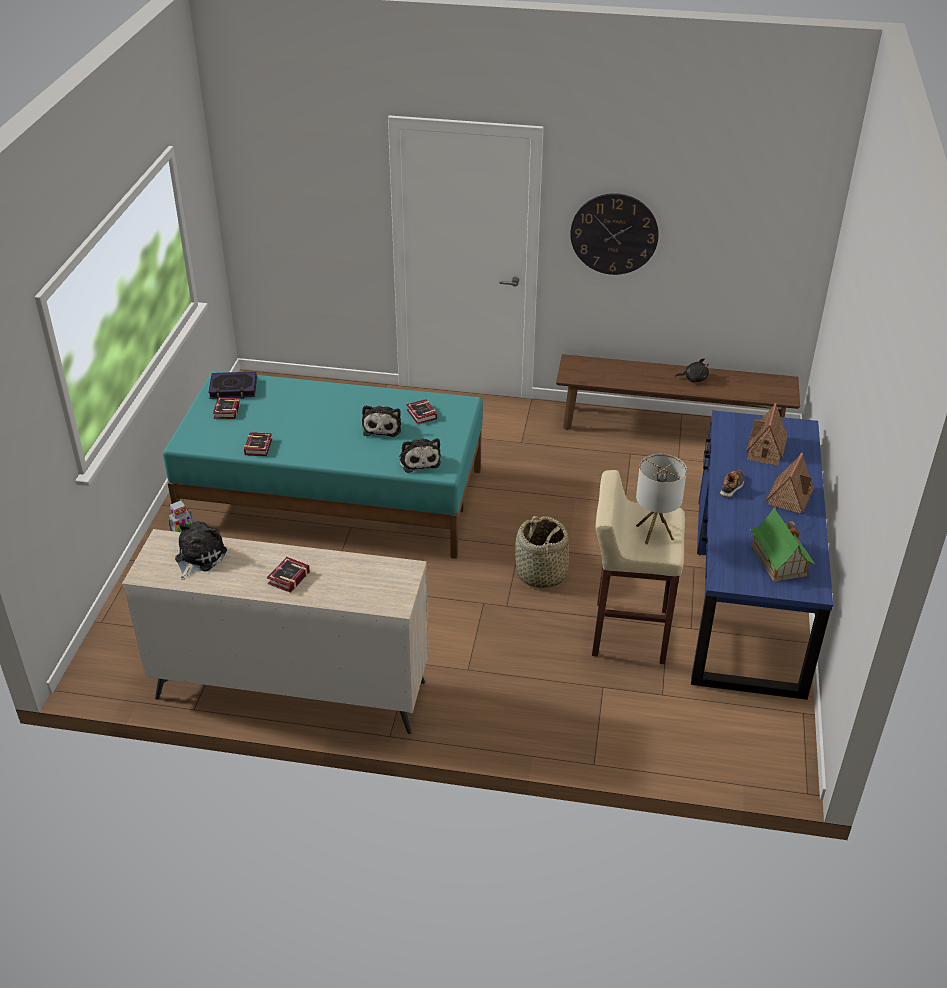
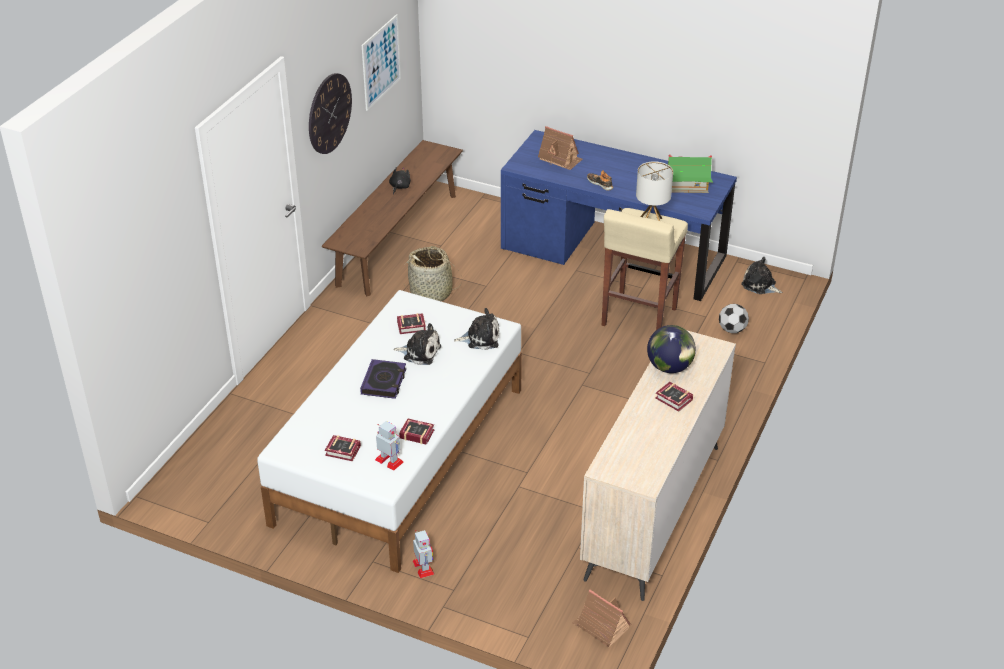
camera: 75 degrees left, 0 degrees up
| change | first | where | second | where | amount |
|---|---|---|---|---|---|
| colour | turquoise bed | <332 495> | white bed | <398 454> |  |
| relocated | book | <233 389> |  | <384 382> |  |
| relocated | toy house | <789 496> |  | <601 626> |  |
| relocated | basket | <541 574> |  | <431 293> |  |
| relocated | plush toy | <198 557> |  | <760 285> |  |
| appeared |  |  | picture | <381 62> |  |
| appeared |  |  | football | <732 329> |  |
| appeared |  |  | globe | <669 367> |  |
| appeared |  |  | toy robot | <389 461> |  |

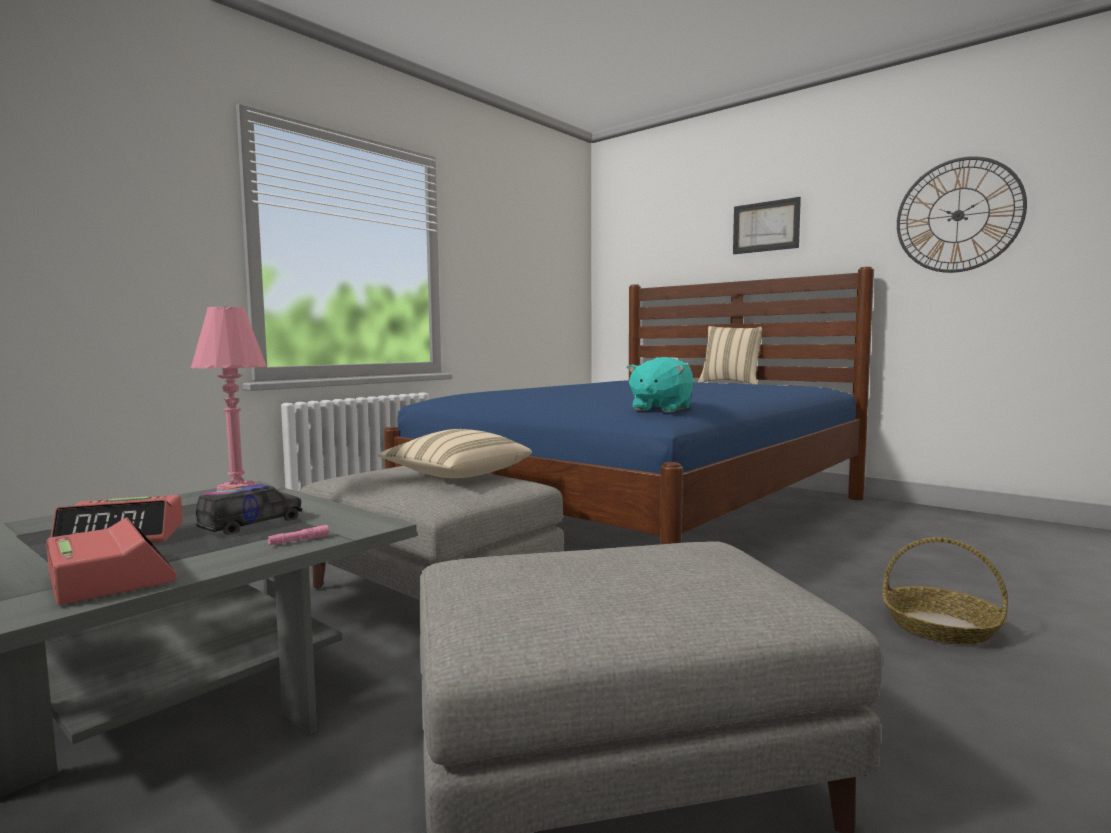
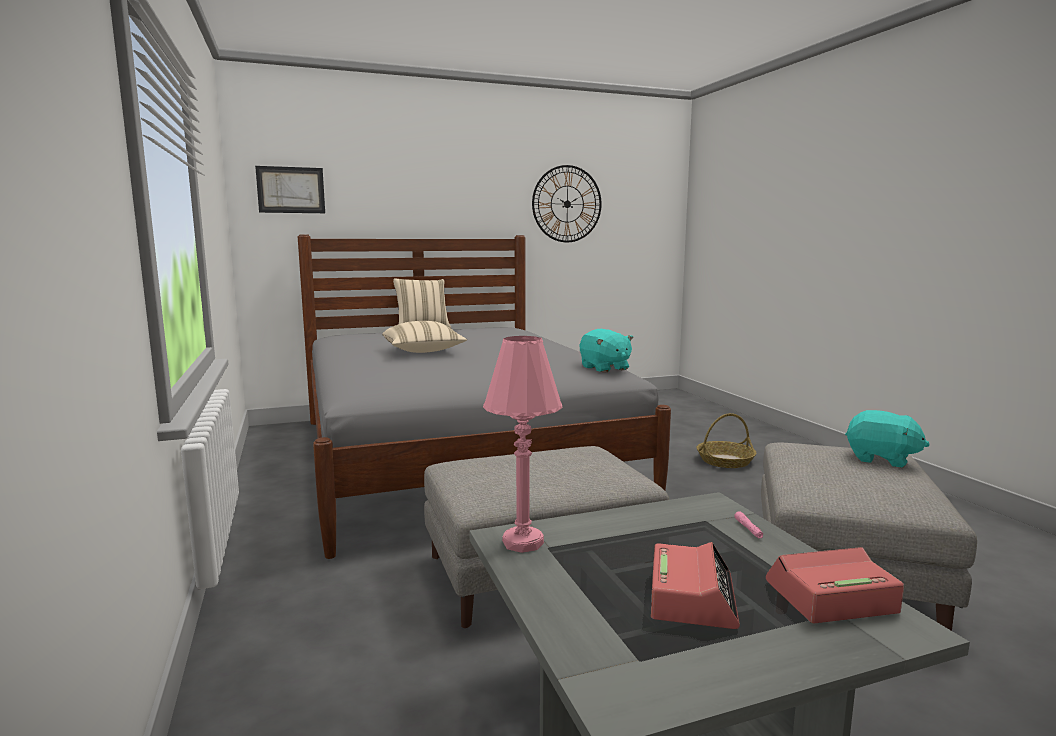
camera: 60 degrees left, 5 degrees up
| change | first | where | second | where | amount |
|---|---|---|---|---|---|
| relocated | picture | <766 226> |  | <291 190> |  |
| colour | blue bed | <644 513> | grey bed | <455 457> |  |
| relocated | beige pillow | <456 476> |  | <423 352> |  |
| missing | toy truck | <251 524> |  |  |  |
| appeared |  |  | turquoise plush toy | <881 459> |  |

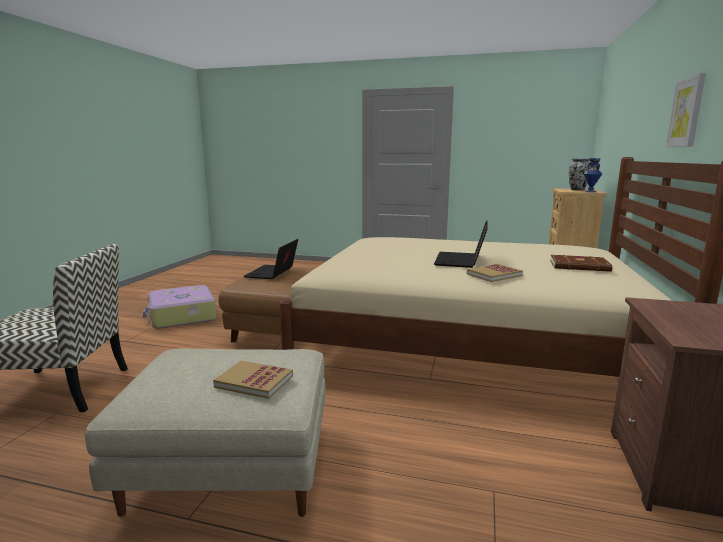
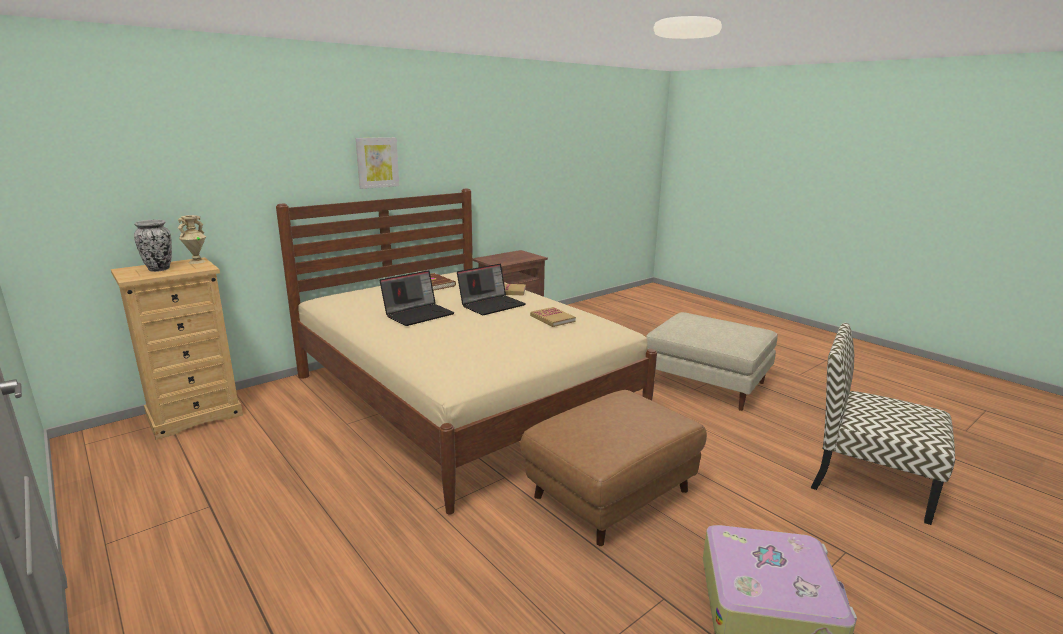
camera: 145 degrees left, 5 degrees up
| change | first | where | second | where | amount |
|---|---|---|---|---|---|
| colour | blue vase | <591 192> | beige vase | <197 261> |  |
| relocated | laptop | <272 273> |  | <419 314> |  |
| relocated | book | <254 381> |  | <552 319> |  |

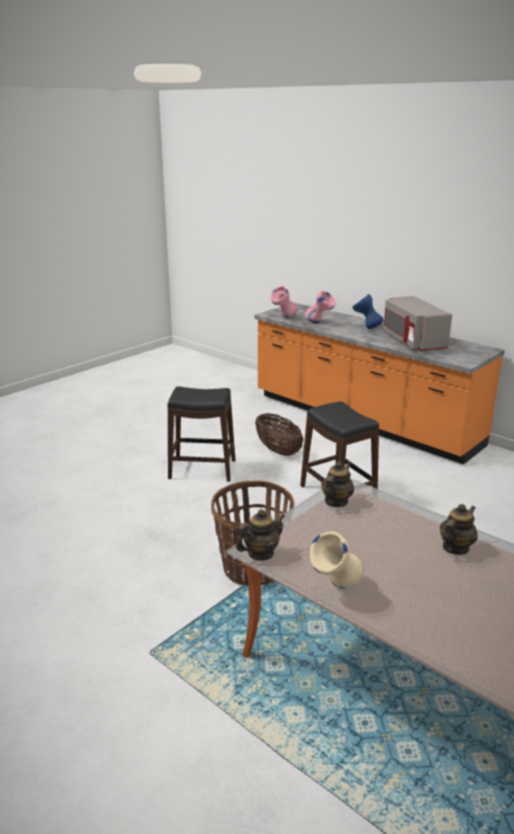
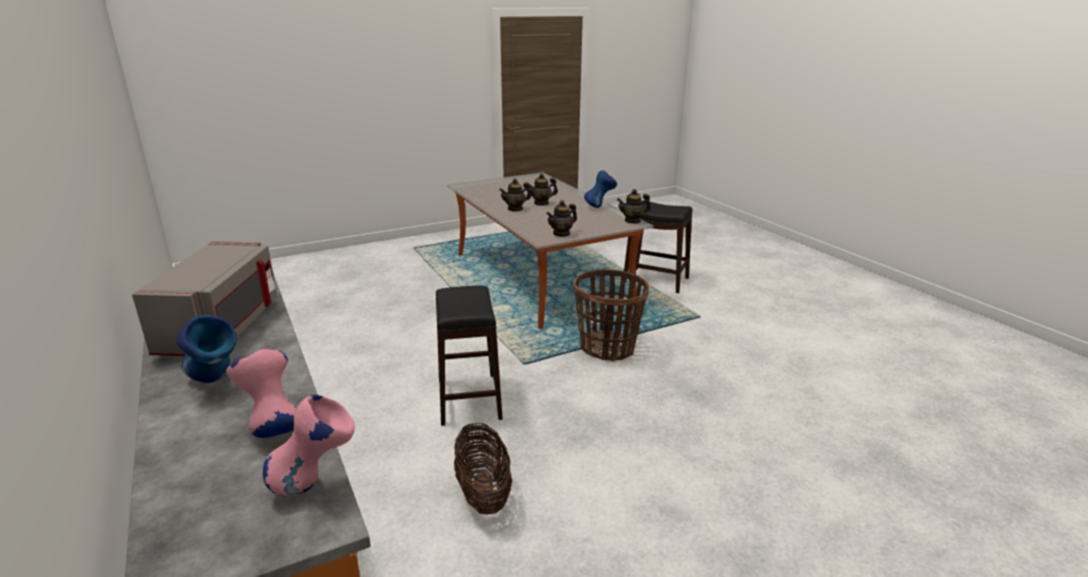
camera: 160 degrees left, 0 degrees up
| change | first | where | second | where | amount |
|---|---|---|---|---|---|
| relocated | black stool | <202 469> |  | <655 280> |  |
| colour | beige vase | <335 588> | blue vase | <600 206> |  |
| appeared |  |  | teapot | <541 203> |  |

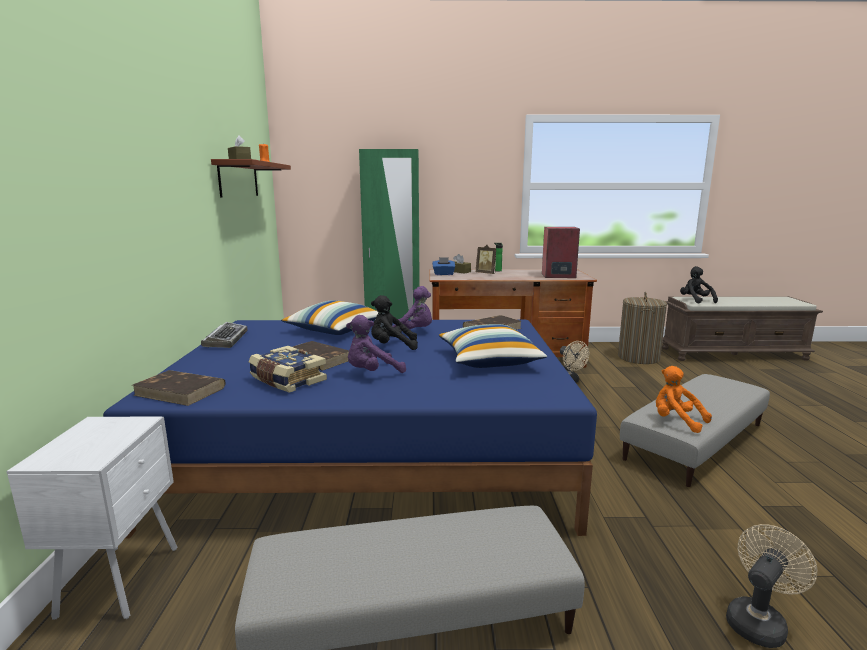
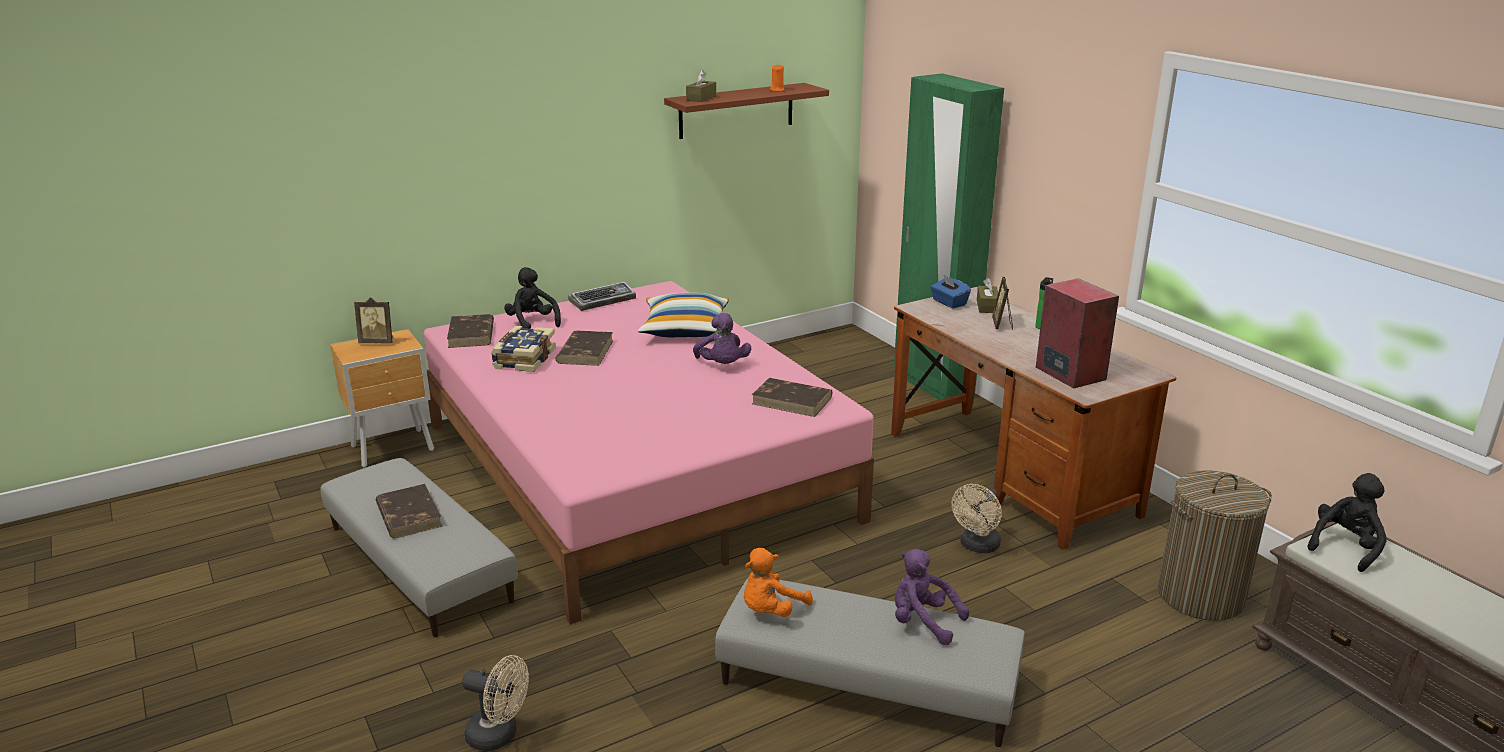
camera: 60 degrees right, 10 degrees up
| change | first | where | second | where | amount |
|---|---|---|---|---|---|
| relocated | black plush toy | <392 347> |  | <532 323> |  |
| relocated | purple plush toy | <372 373> |  | <923 622> |  |
| colour | blue bed | <372 449> | pink bed | <635 470> |  |
| missing | pillow | <488 360> |  |  |  |
| spun | orange plush toy | <676 421> |  | <771 610> | 150 degrees counterclockwise |
| colour | white nightstand | <123 579> | brown nightstand | <395 449> |  |
| appeared |  |  | picture frame | <378 342> |  |
| appeared |  |  | brown book | <408 515> |  |

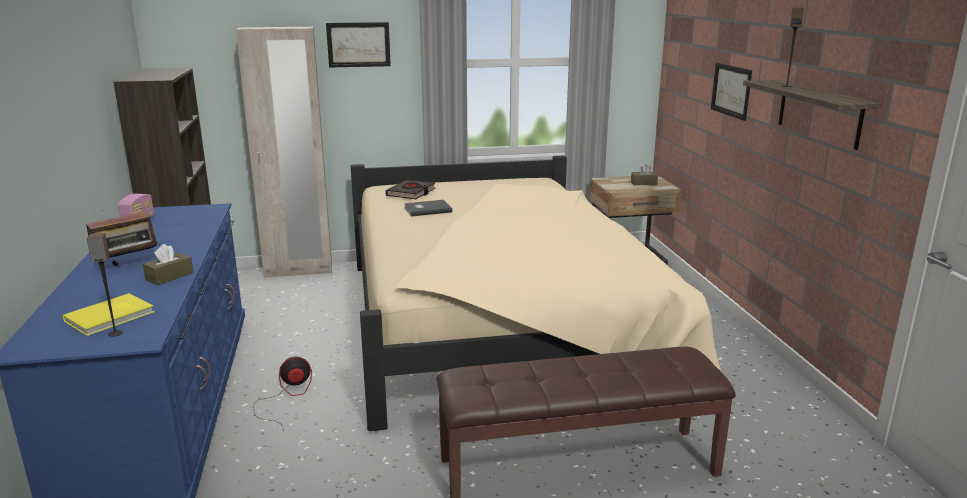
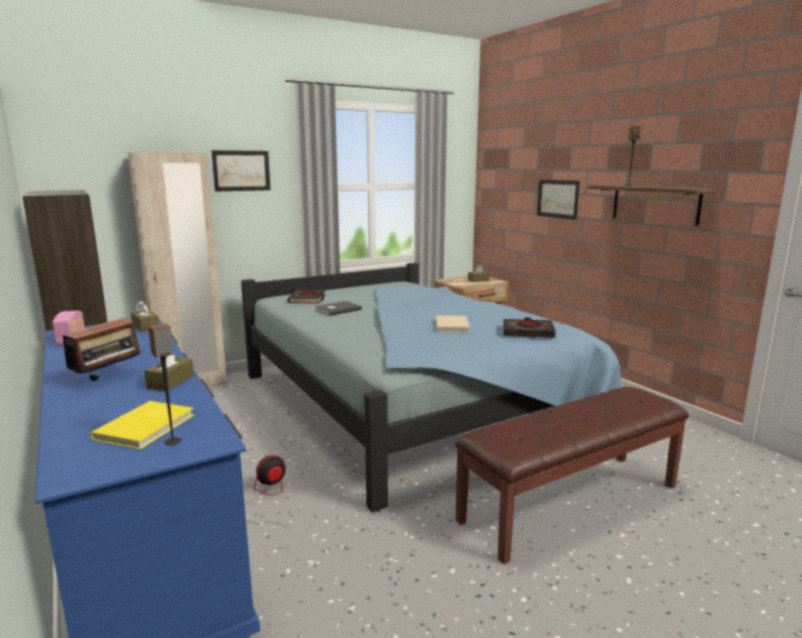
camera: 20 degrees left, 5 degrees down
| change | first | where | second | where | amount |
|---|---|---|---|---|---|
| colour | beige bed | <501 325> | blue bed | <413 404> |  |
| appeared |  |  | brown tissue box | <145 327> |  |
| appeared |  |  | beige book | <453 325> |  |
| appeared |  |  | black book | <528 332> |  |

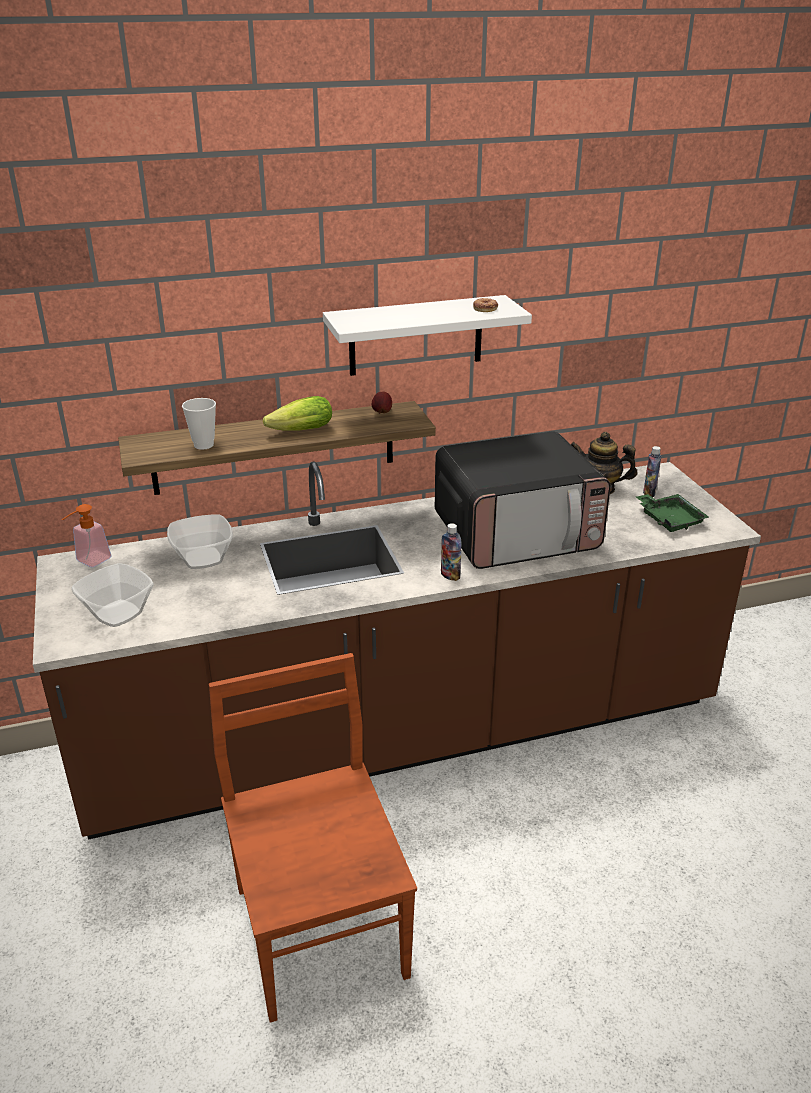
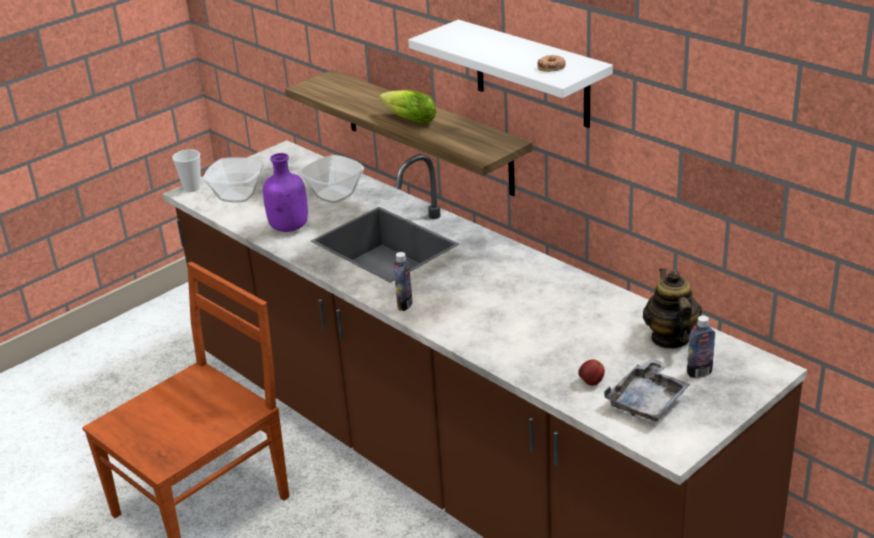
camera: 65 degrees right, 0 degrees up
| change | first | where | second | where | amount |
|---|---|---|---|---|---|
| relocated | apple | <382 412> |  | <591 382> |  |
| relocated | cup | <203 445> |  | <192 188> |  |
| missing | microwave | <517 534> |  |  |  |
| colour | green tray | <669 519> | grey tray | <648 401> |  |
| missing | soap dispenser | <89 562> |  |  |  |
| appeared |  |  | purple bottle | <290 227> |  |

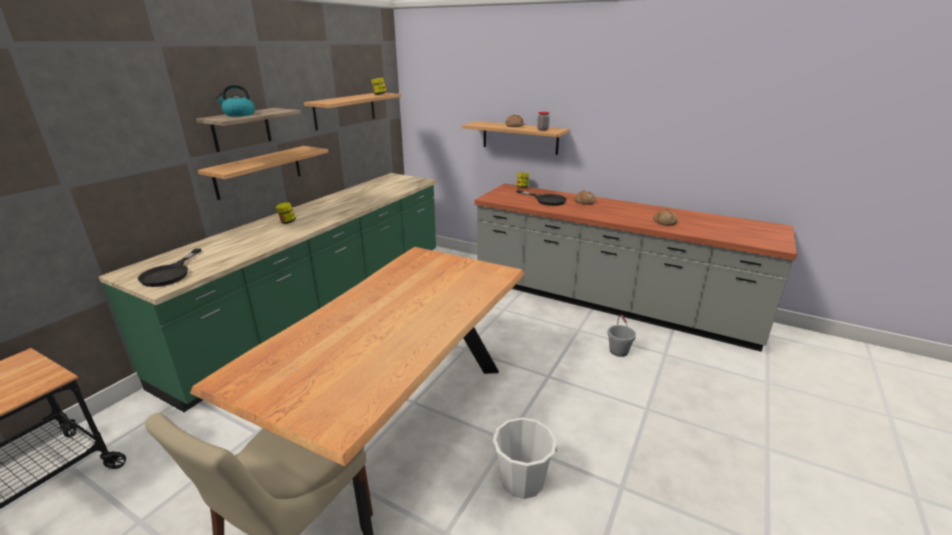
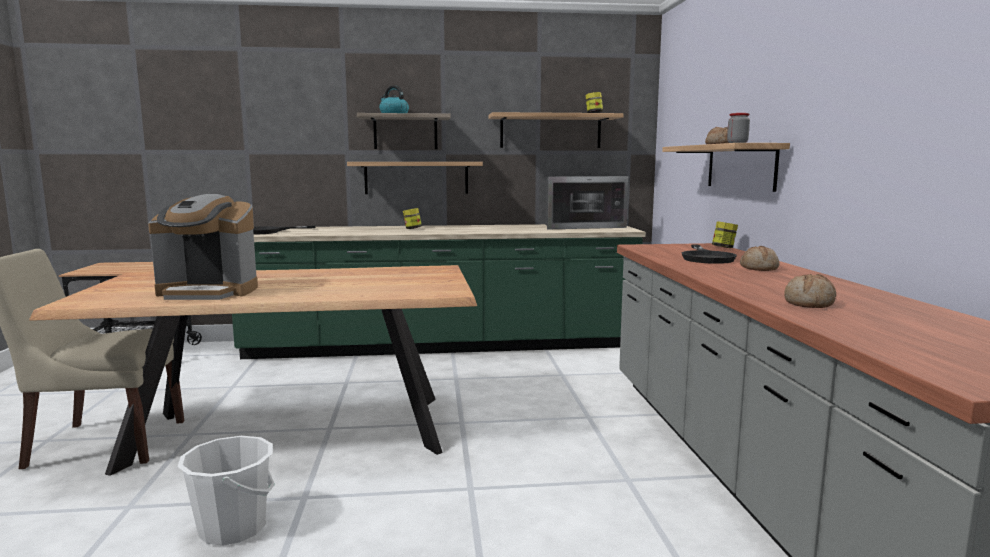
camera: 55 degrees right, 15 degrees down
| change | first | where | second | where | amount |
|---|---|---|---|---|---|
| missing | grey bucket | <619 351> |  |  |  |
| appeared |  |  | microwave | <581 226> |  |
| appeared |  |  | coffee machine | <209 292> |  |

